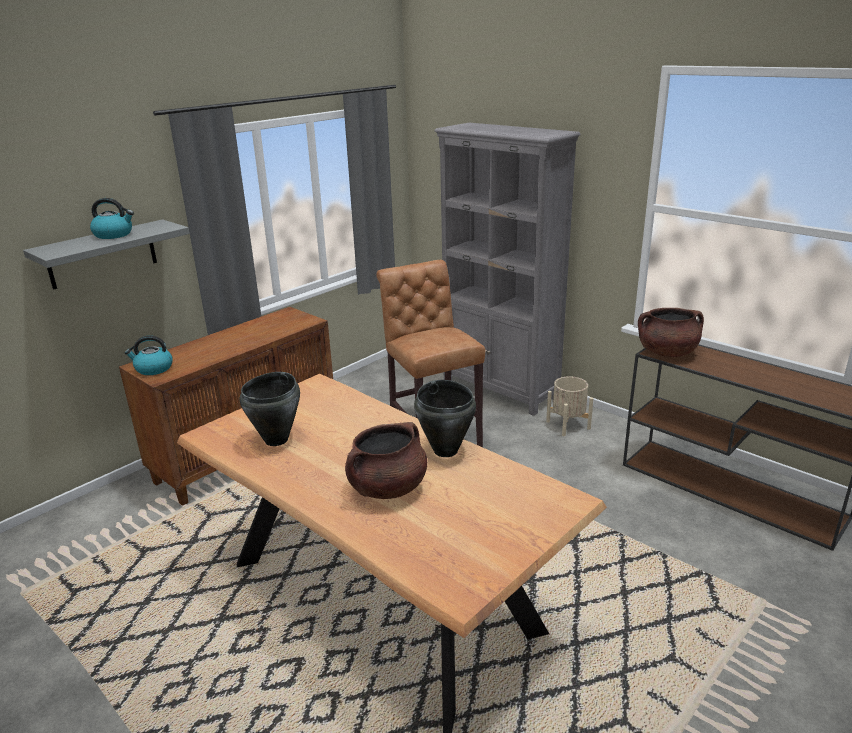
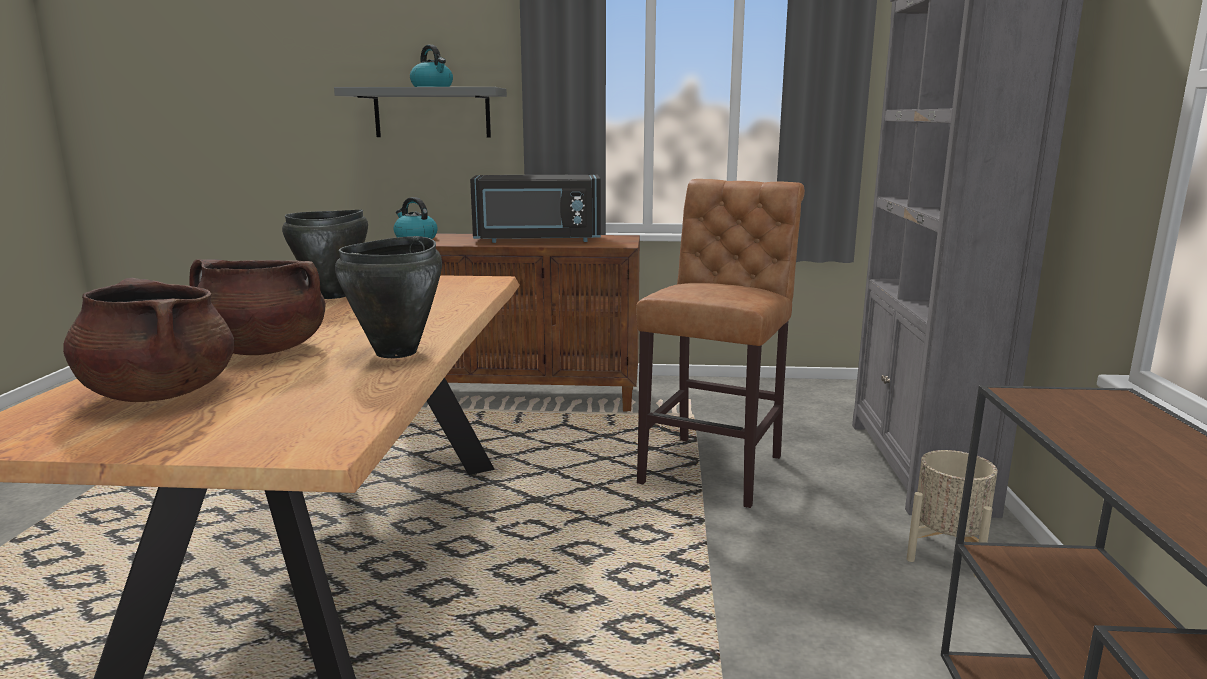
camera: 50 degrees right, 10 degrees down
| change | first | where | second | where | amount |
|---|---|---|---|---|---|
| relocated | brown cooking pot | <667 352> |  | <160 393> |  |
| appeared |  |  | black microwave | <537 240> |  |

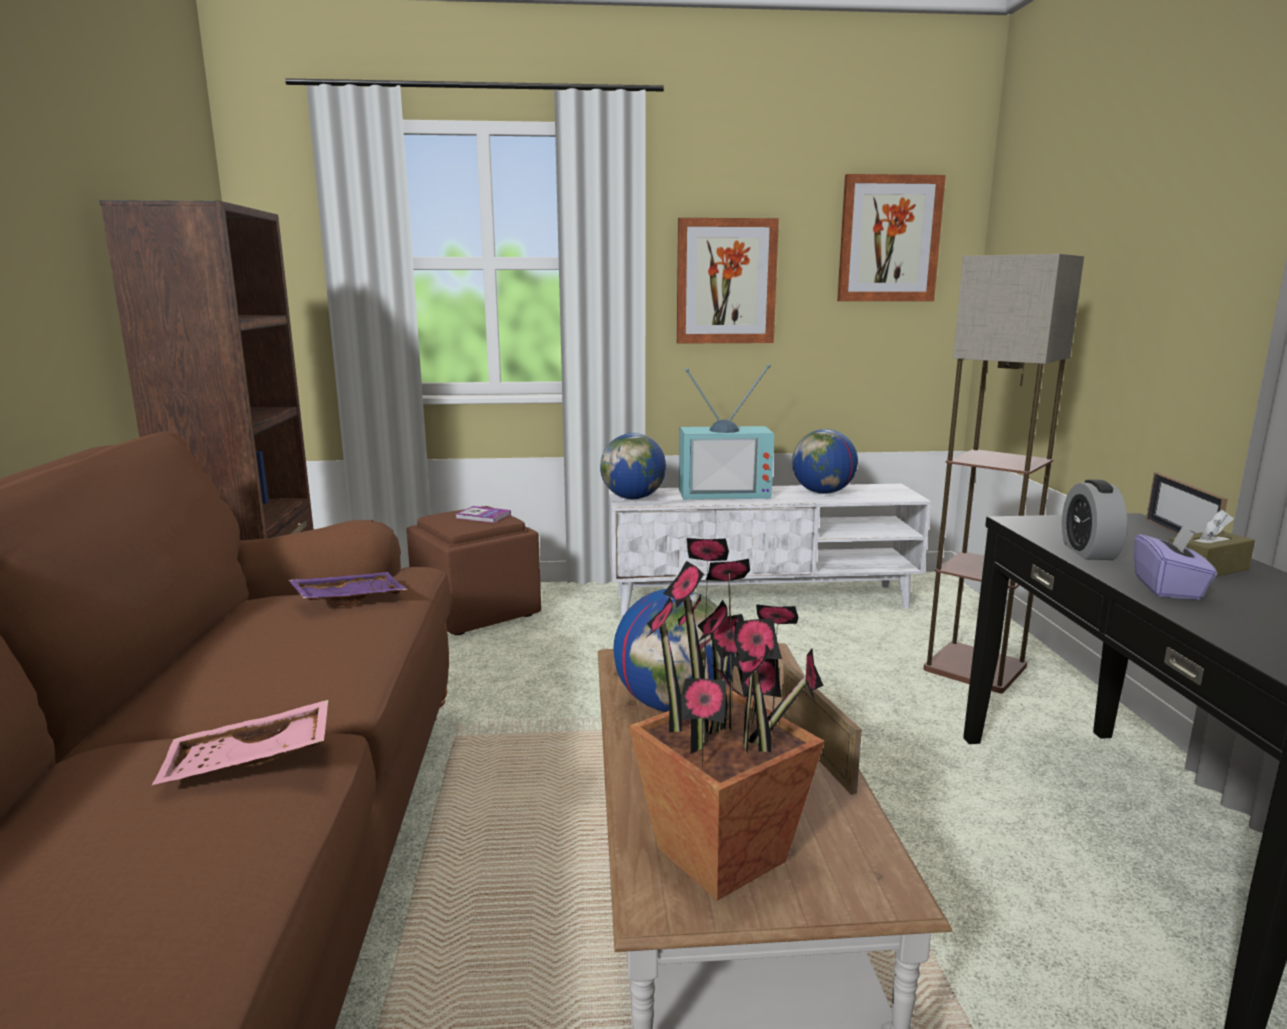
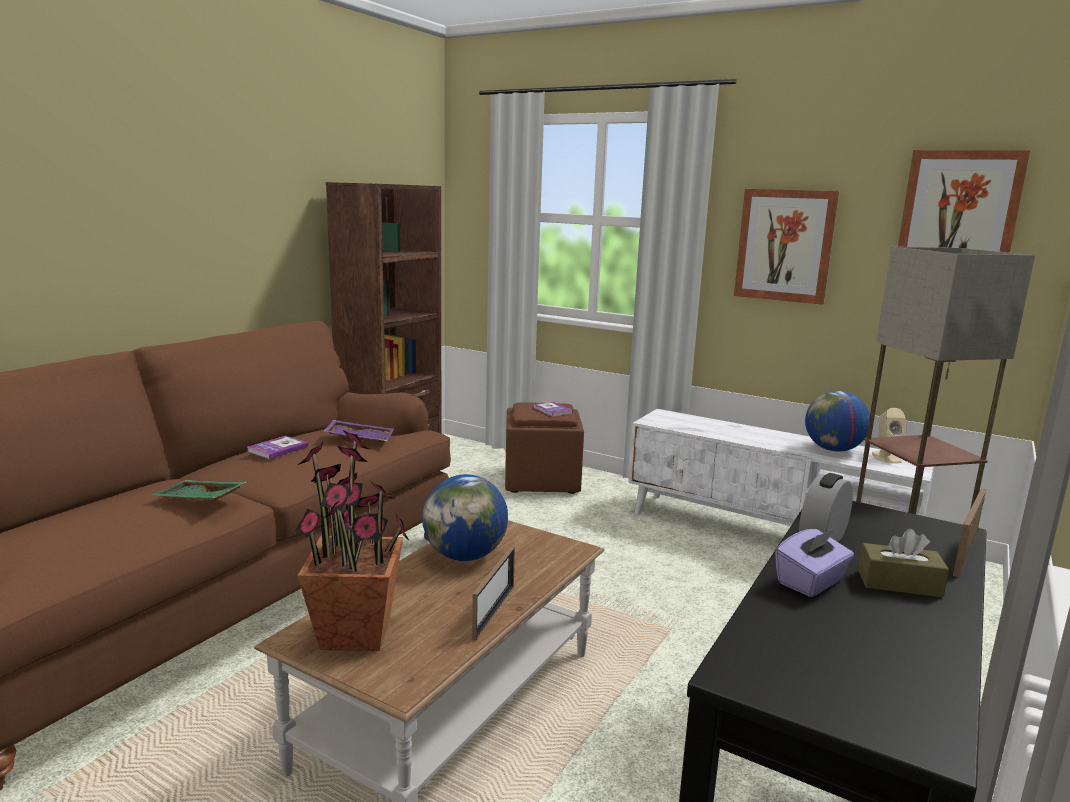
camera: 35 degrees right, 0 degrees up
| change | first | where | second | where | amount |
|---|---|---|---|---|---|
| missing | television | <724 492> |  |  |  |
| missing | globe | <633 498> |  |  |  |
| colour | pink tray | <249 762> | green tray | <199 500> |  |
| appeared |  |  | beige speaker | <886 457> |  |
| appeared |  |  | book | <277 449> |  |

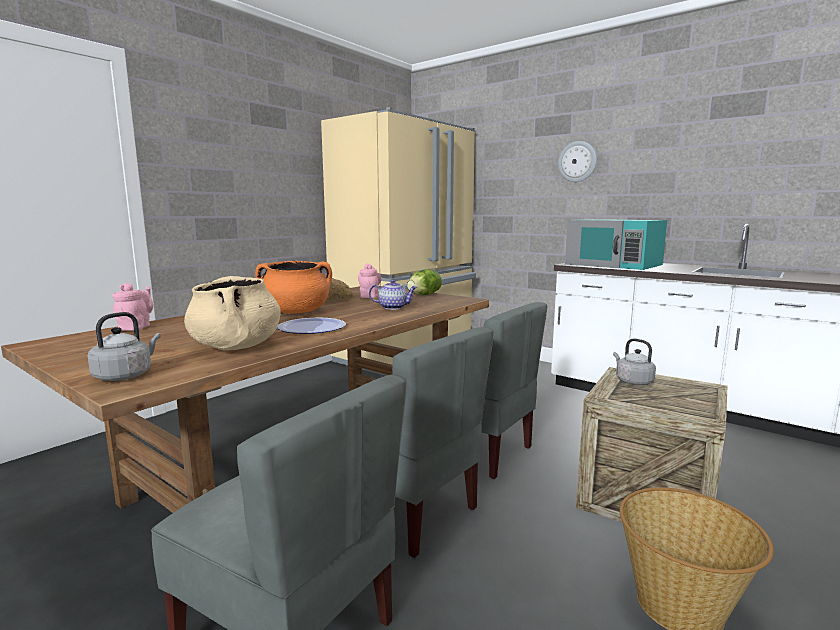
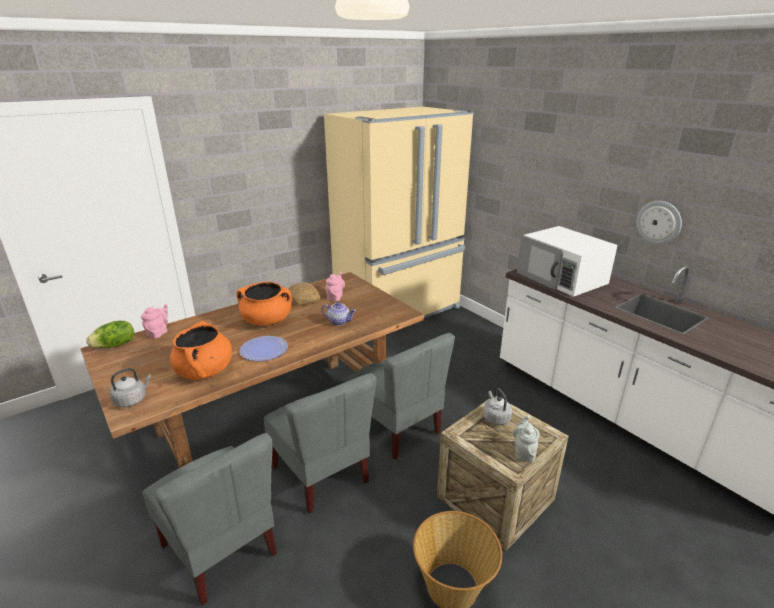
camera: 15 degrees right, 15 degrees up
| change | first | where | second | where | amount |
|---|---|---|---|---|---|
| relocated | wall clock | <577 161> |  | <659 222> |  |
| colour | turquoise microwave | <614 264> | white microwave | <562 278> |  |
| relocated | lettuce | <424 295> |  | <115 345> |  |
| colour | beige cooking pot | <236 347> | orange cooking pot | <205 371> |  |
| appeared |  |  | grey teapot | <524 452> |  |

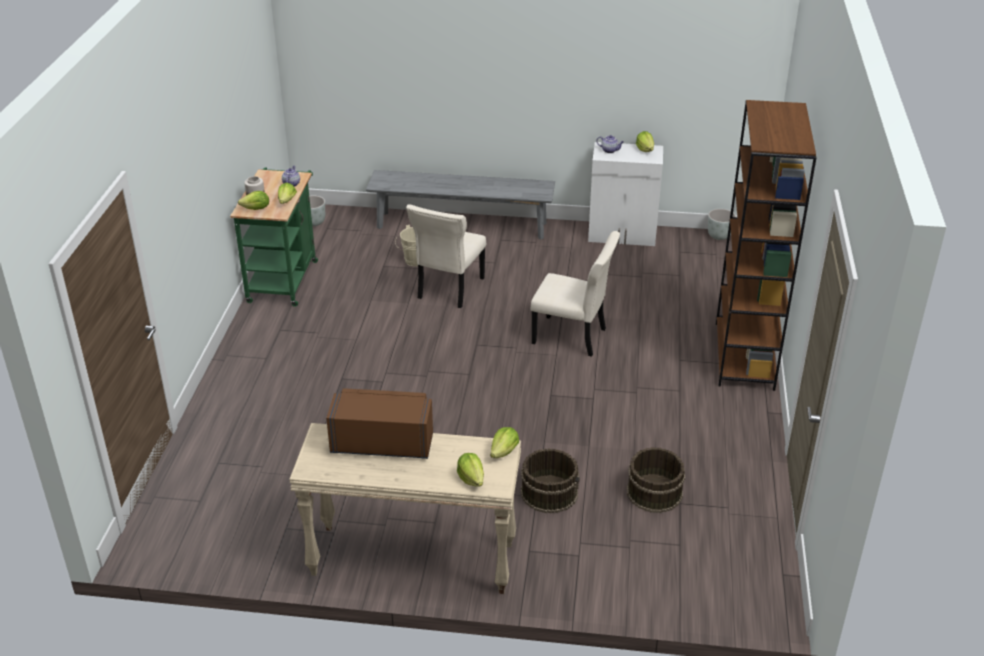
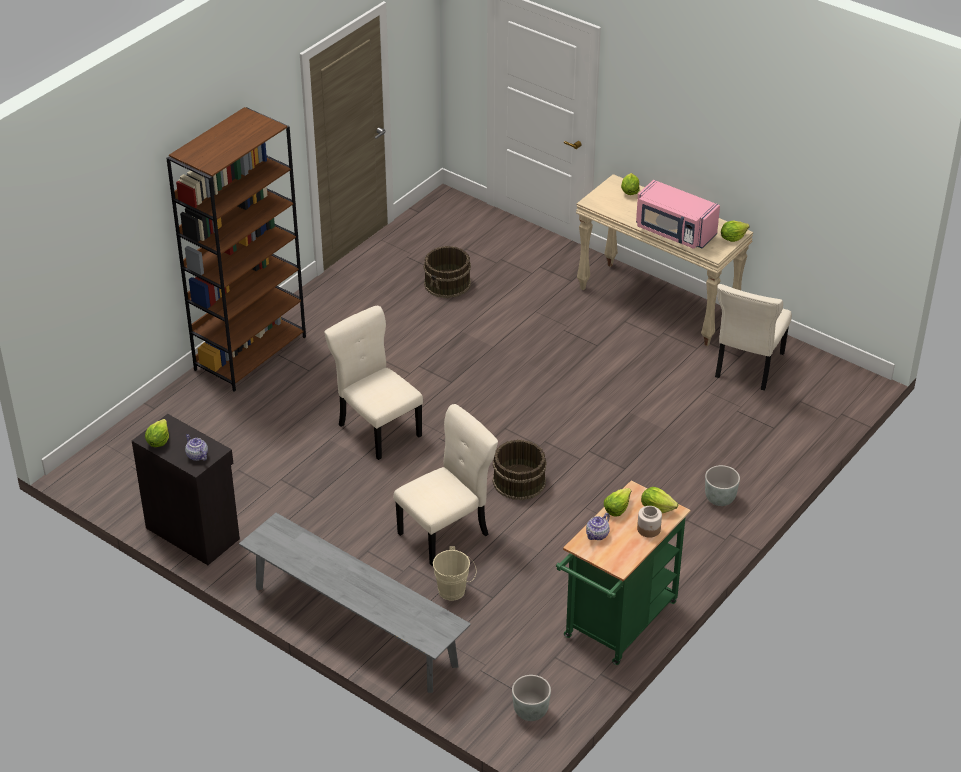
camera: 150 degrees left, 5 degrees up
| change | first | where | second | where | amount |
|---|---|---|---|---|---|
| colour | white cabinet | <622 235> | black cabinet | <193 532> |  |
| relocated | grey planter | <718 236> |  | <720 499> |  |
| colour | brown microwave | <382 443> | pink microwave | <674 232> |  |
| relocated | lettuce | <504 452> |  | <732 238> |  |
| relocated | brown bucket | <549 493> |  | <518 481> |  |
| appeared |  |  | beige chair | <748 367> |  |

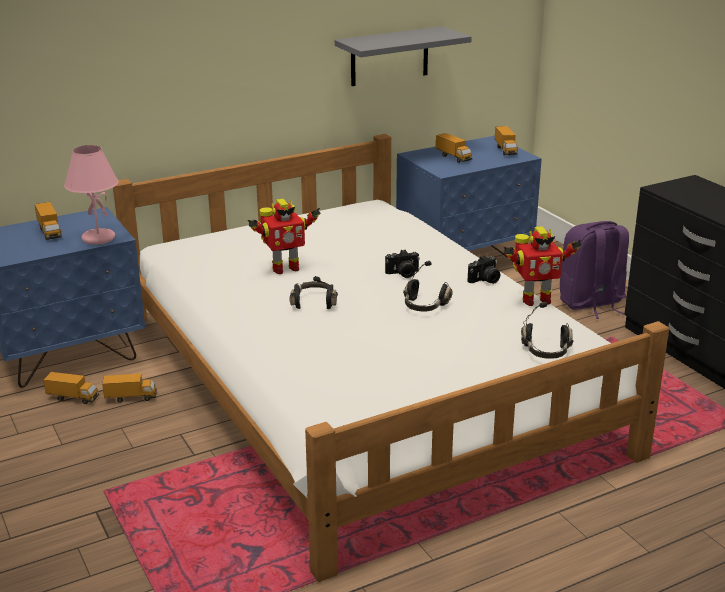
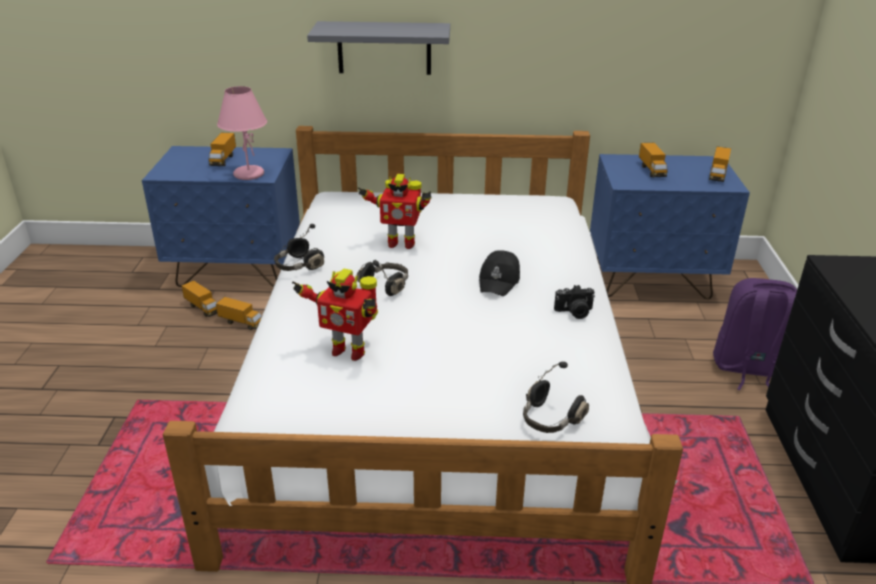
camera: 30 degrees right, 5 degrees up
| change | first | where | second | where | amount |
|---|---|---|---|---|---|
| relocated | grey shelf | <389 56> |  | <384 48> |  |
| relocated | toy robot | <535 300> |  | <348 350> |  |
| exchanged | photo camera | <403 274> | black cap | <500 280> |  |
| relocated | black headphones | <424 306> |  | <298 266> |  |

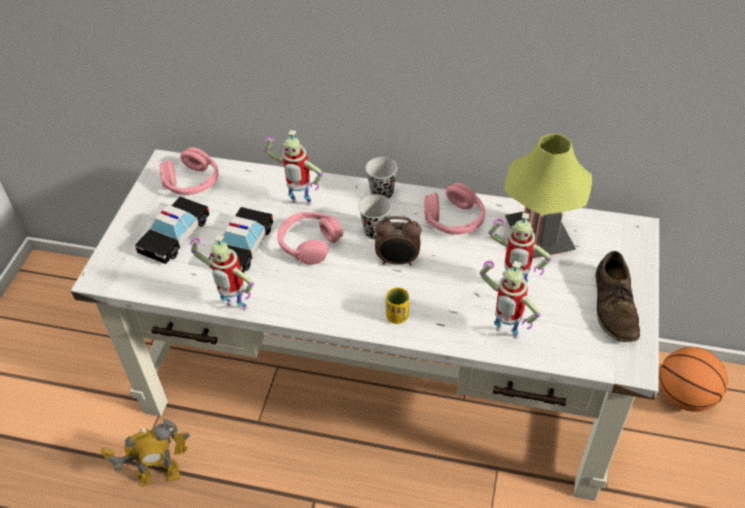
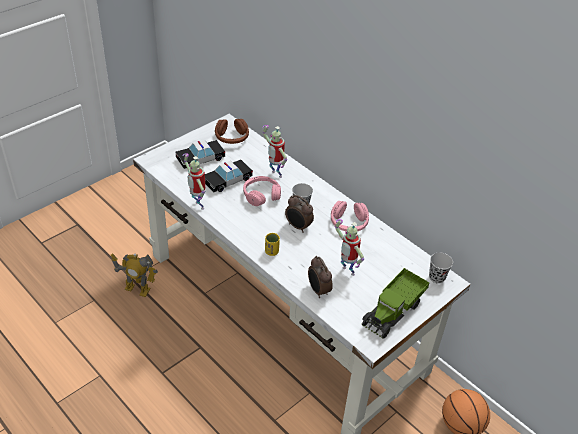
camera: 30 degrees right, 5 degrees down
| change | first | where | second | where | amount |
|---|---|---|---|---|---|
| missing | table lamp | <538 237> |  |  |  |
| colour | pink headphones | <192 182> | brown headphones | <232 138> |  |
| relocated | black cup | <382 193> |  | <437 277> |  |
| exchanged | brown shoe | <614 306> | toy truck | <393 311> |  |
| exchanged | toy robot | <505 335> | alarm clock | <318 290> |  |

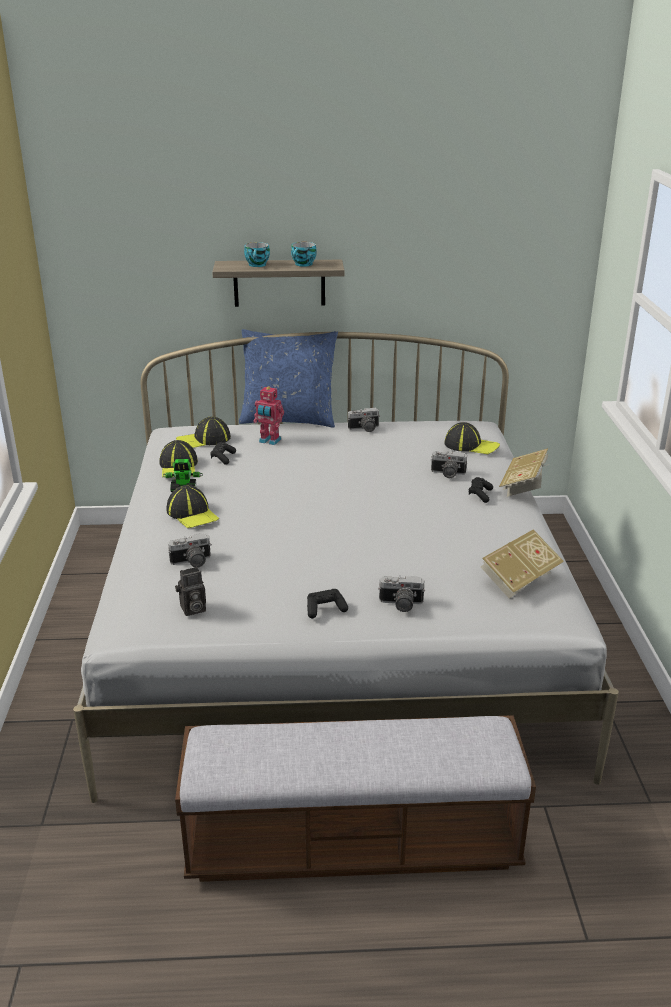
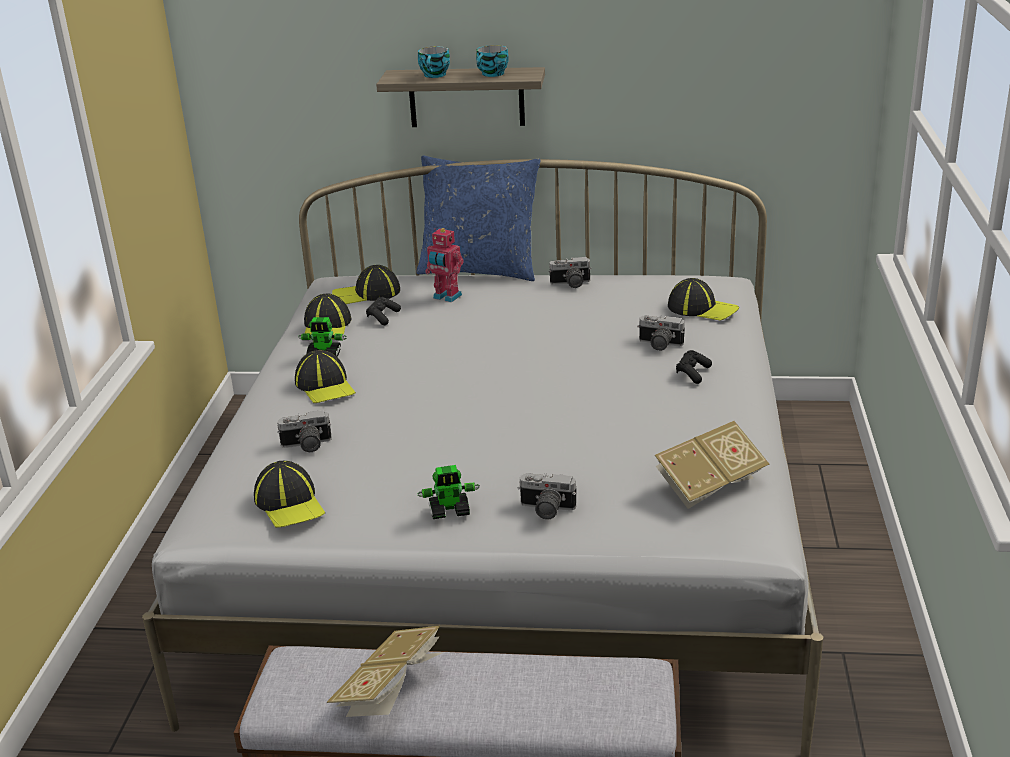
camera: 10 degrees right, 0 degrees up
| change | first | where | second | where | amount |
|---|---|---|---|---|---|
| relocated | book | <524 486> |  | <391 692> |  |
| exchanged | photo camera | <192 609> | cap | <290 503> |  |
| exchanged | black game controller | <325 609> | toy robot | <450 511> |  |

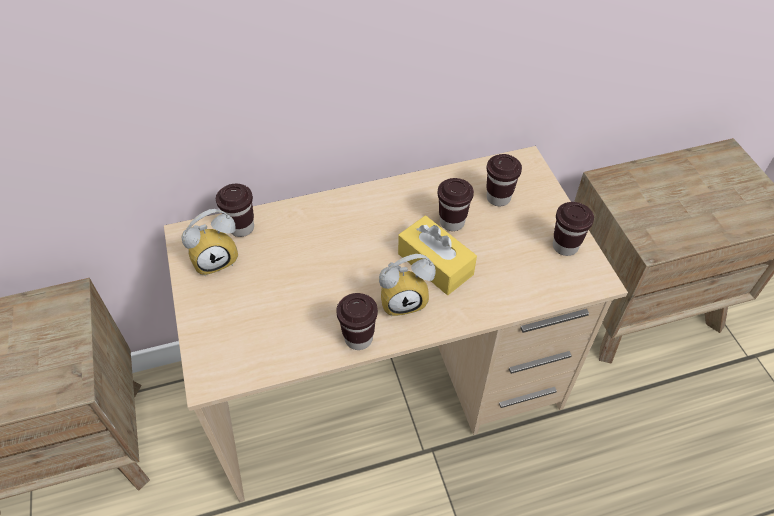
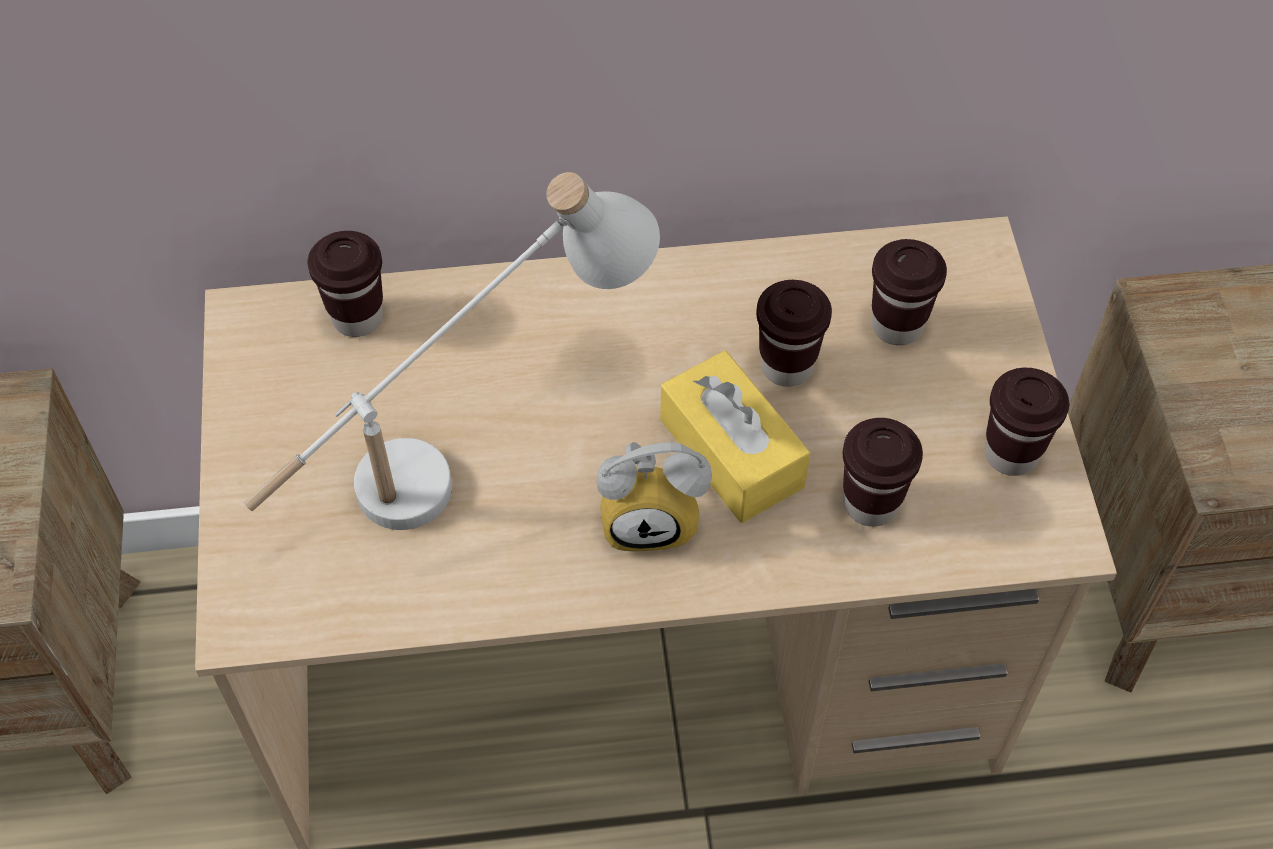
camera: 10 degrees right, 5 degrees up
| change | first | where | second | where | amount |
|---|---|---|---|---|---|
| missing | alarm clock | <216 258> |  |  |  |
| relocated | brown cup | <358 338> |  | <870 504> |  |
| appeared |  |  | white table lamp | <466 454> |  |

